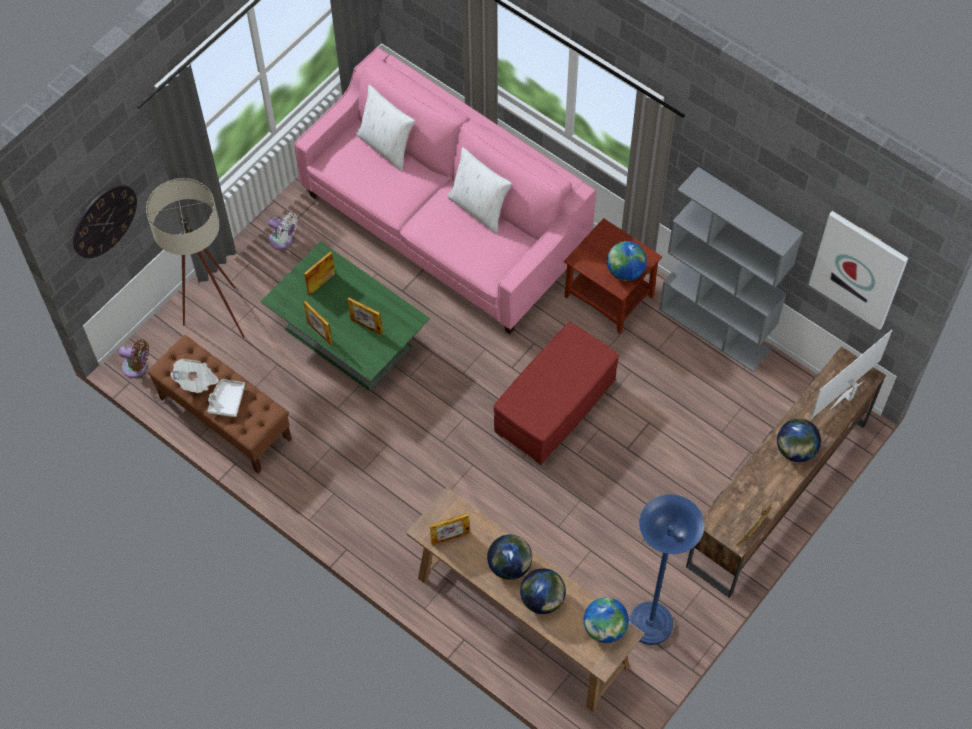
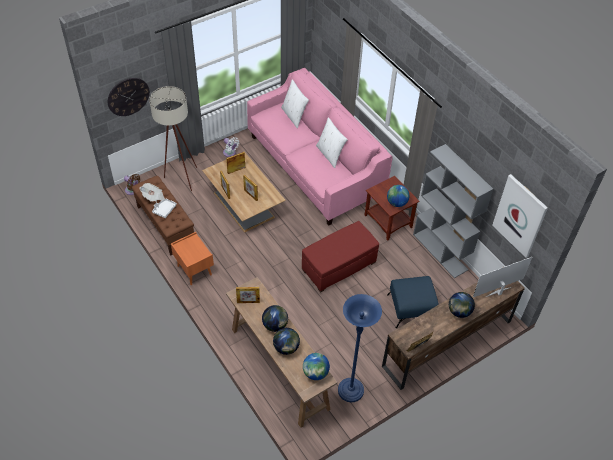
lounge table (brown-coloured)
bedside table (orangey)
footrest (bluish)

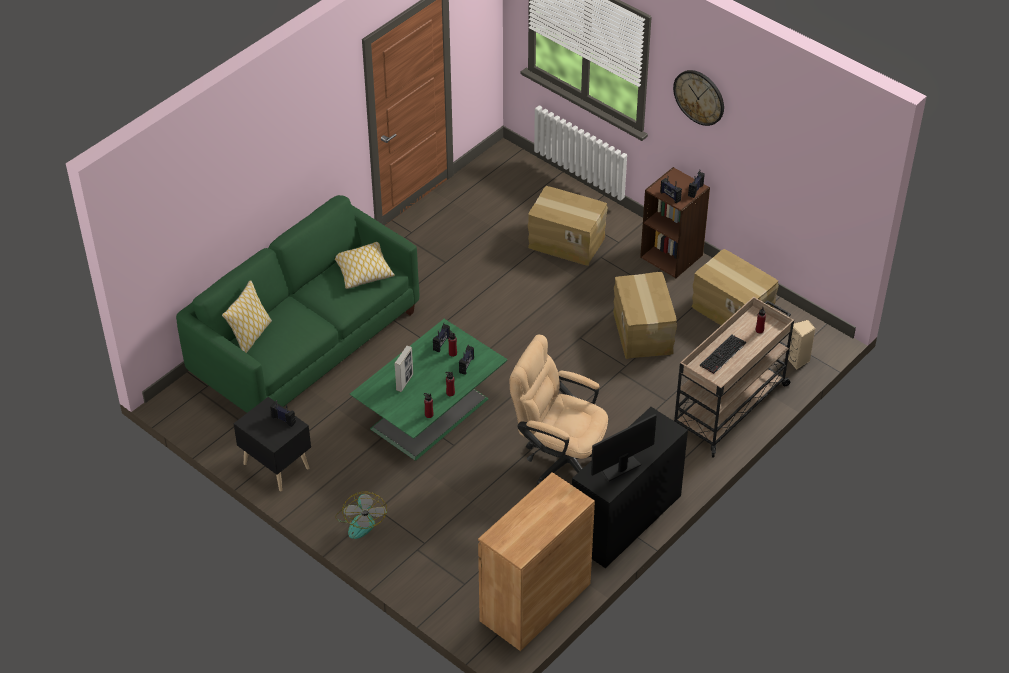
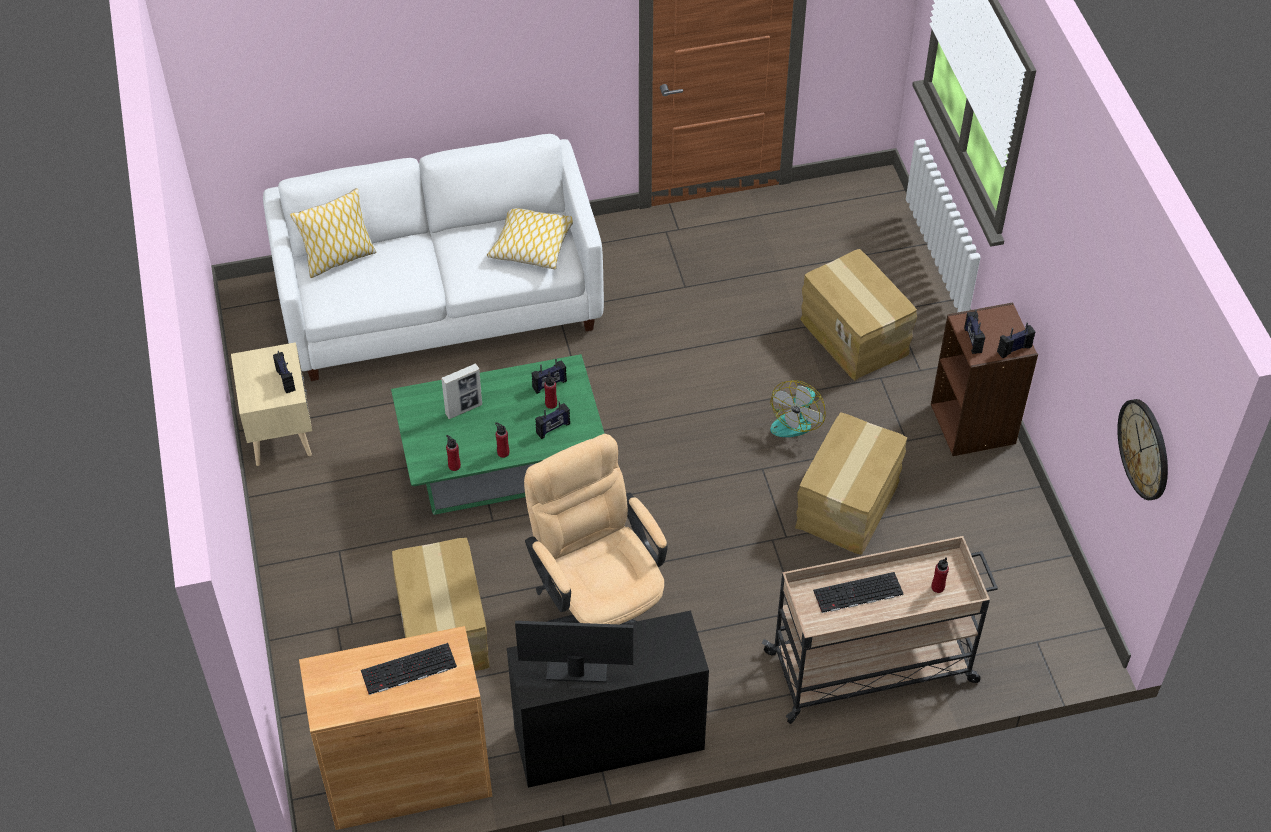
wall clock
sofa (white-coloured)
cardboard box (no. 1 from left)
audio speaker (sand-coloured)
bedside table (sand-coloured)
cooling fan
computer keyboard (no. 1 from left)

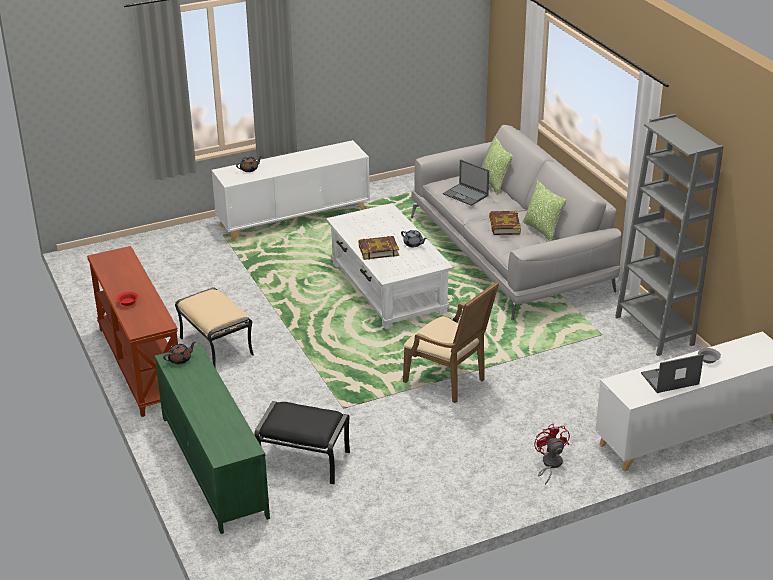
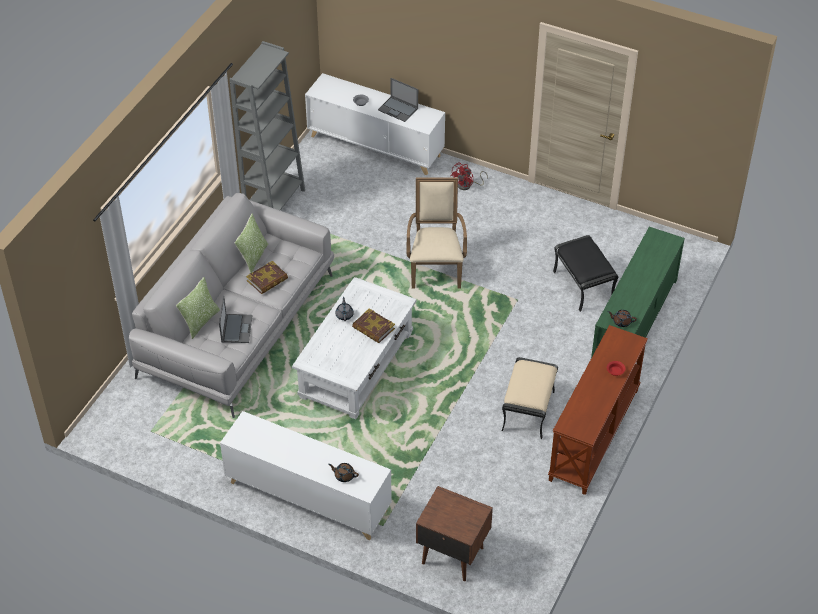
bedside table (brown-coloured)

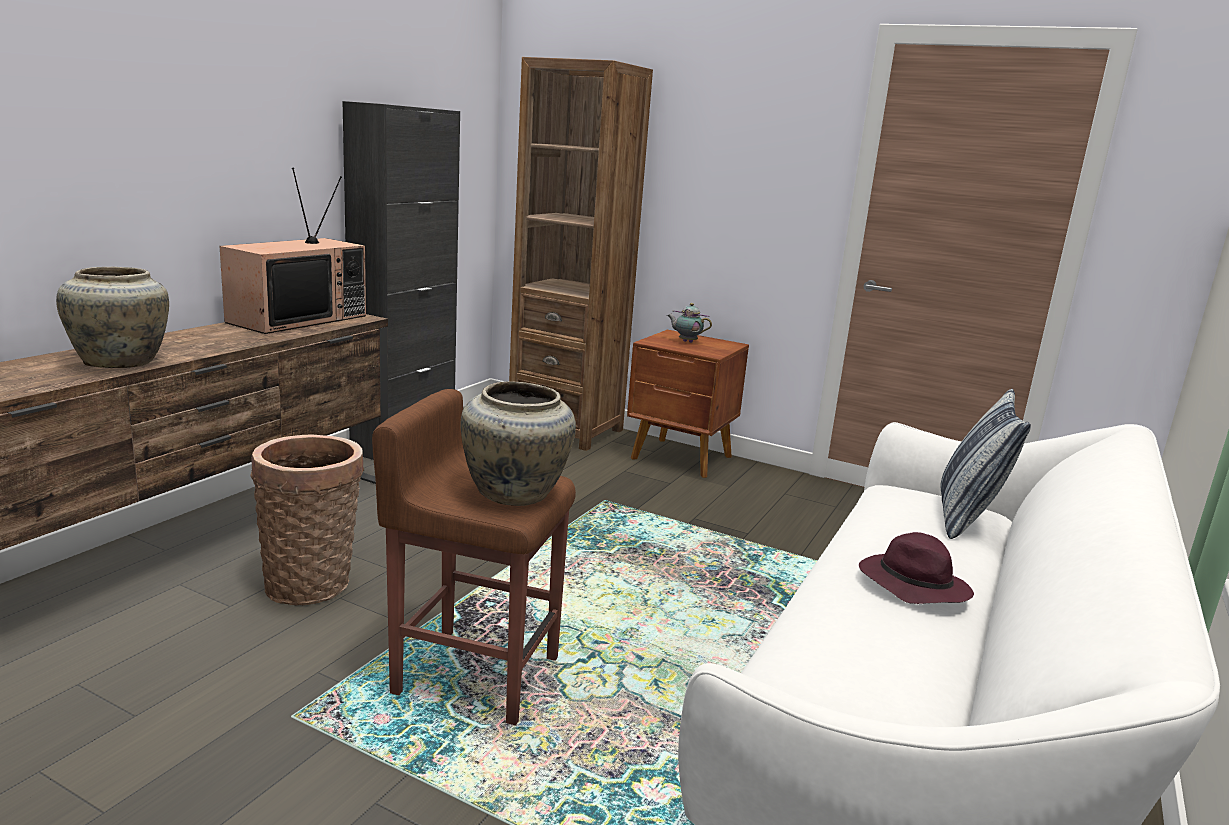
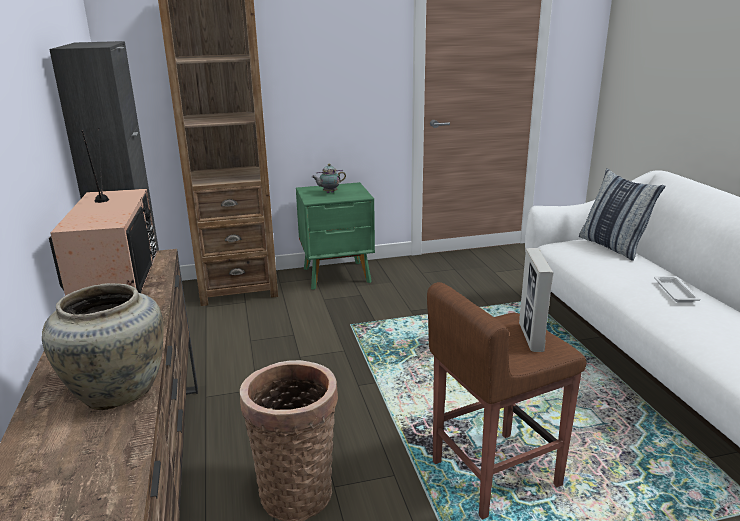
bedside table (greenish)
picture frame
serving tray (white-coloured)

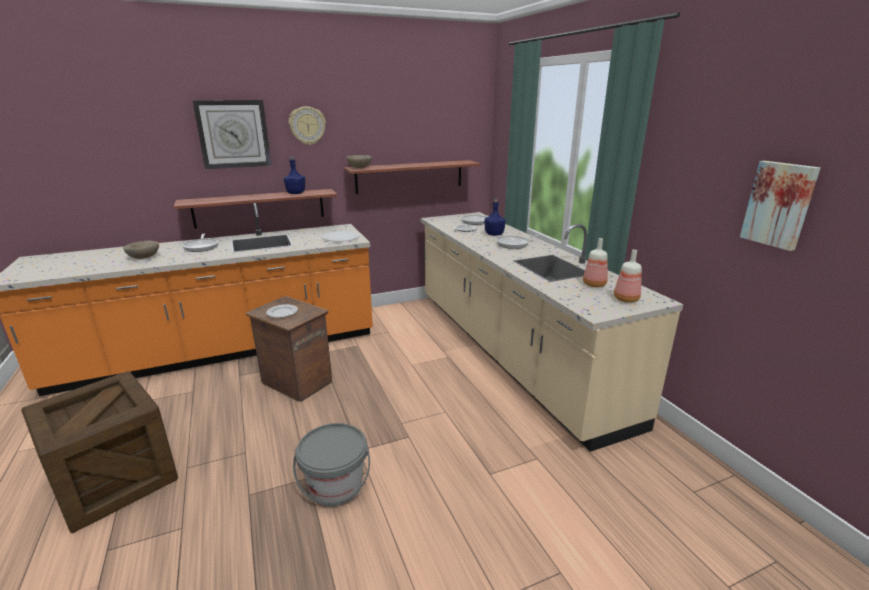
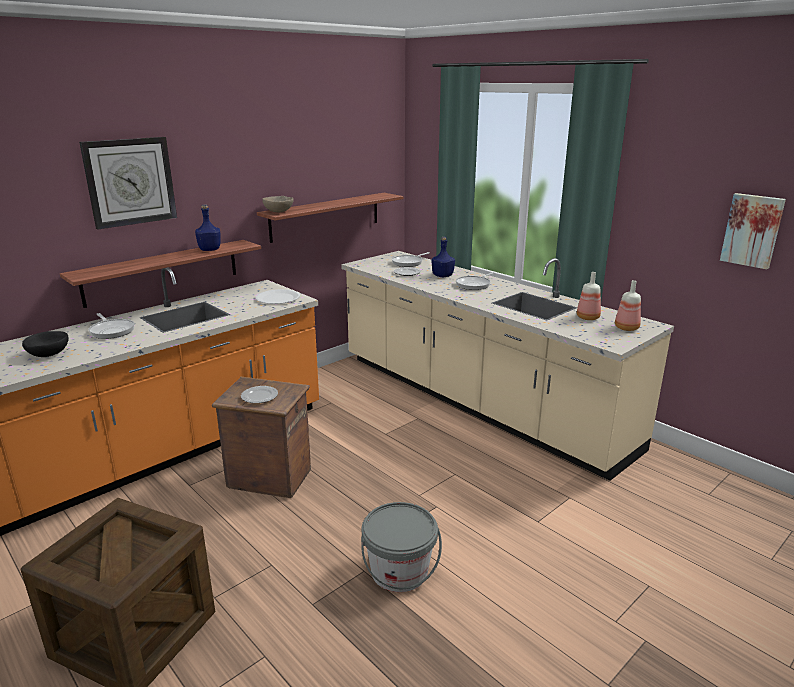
wall clock (no. 2 from left in the first image)
serving bowl (blackish)

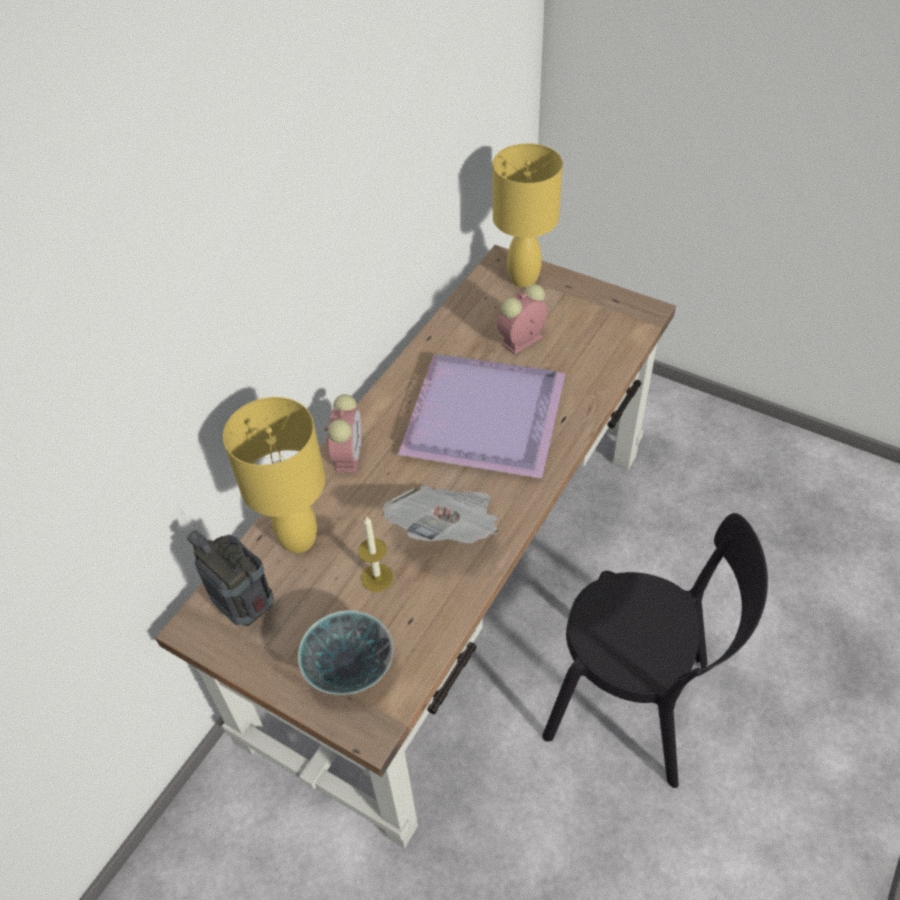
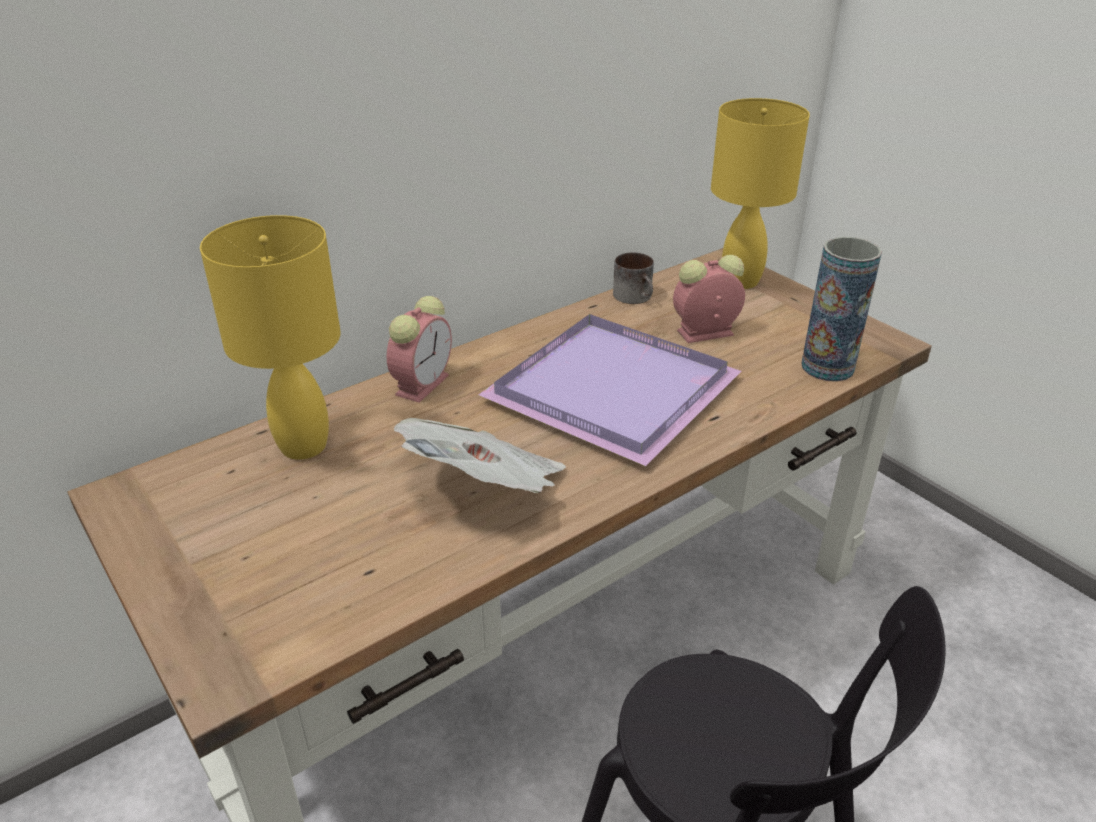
wax candle
radio receiver
serving bowl
decorative vase
mug

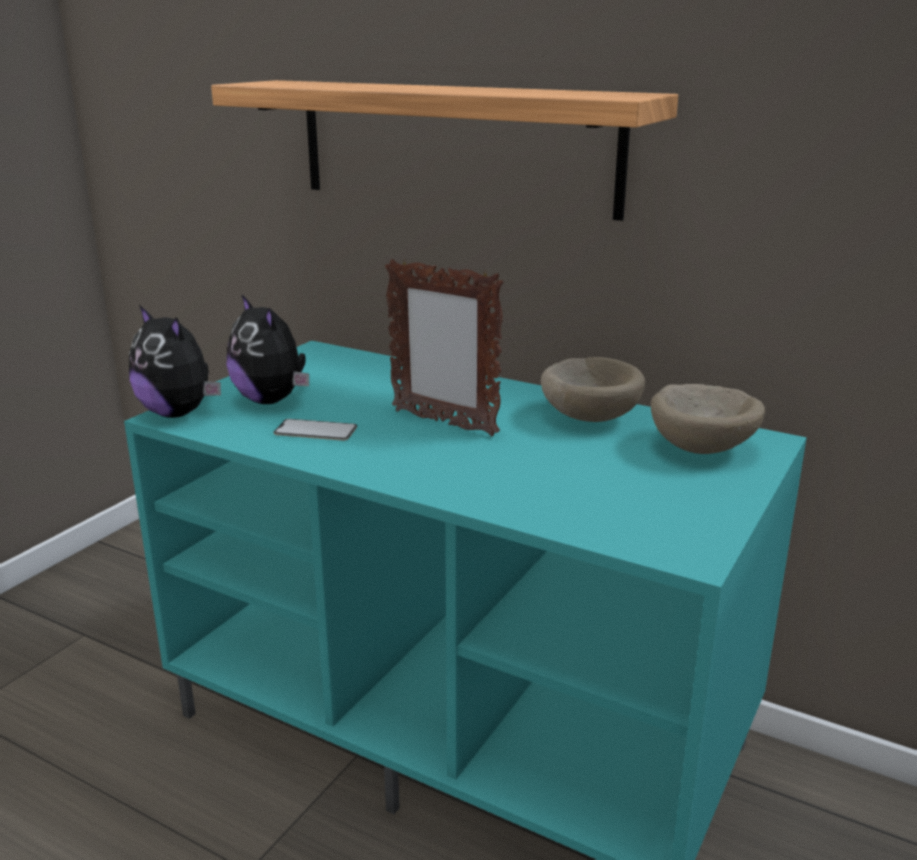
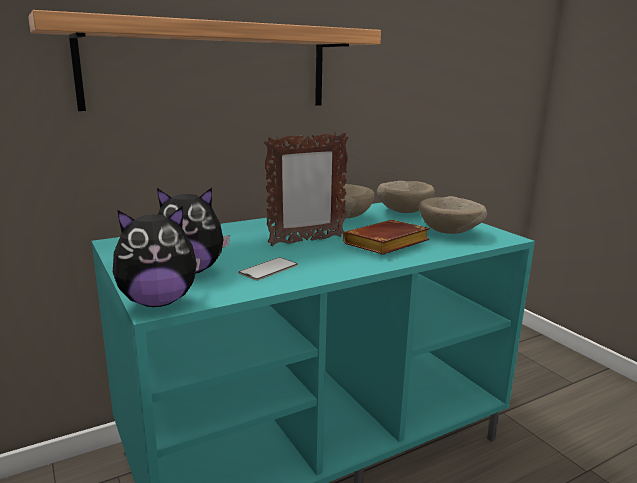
serving bowl (sand-coloured) (no. 3 from left)
volume (brown-coloured)

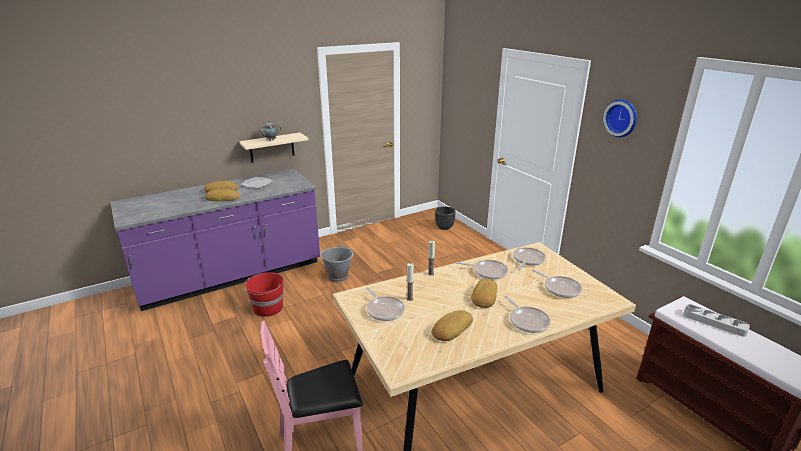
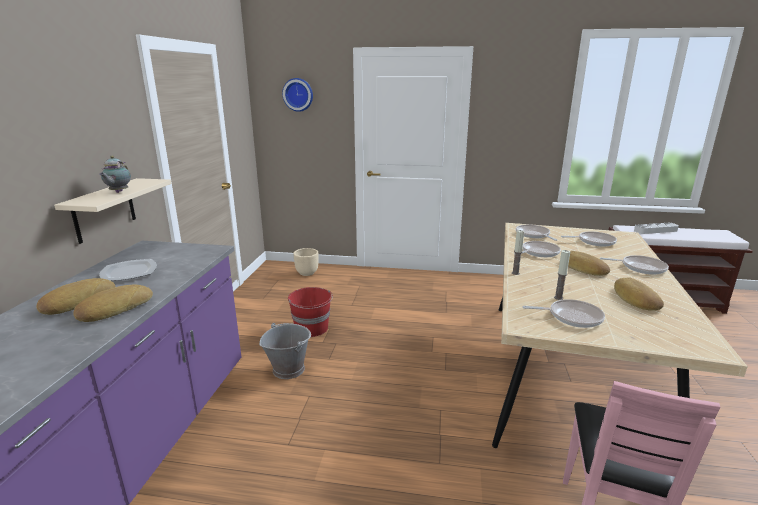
wall clock
flower pot (sand-coloured)
pail (red-coloured)

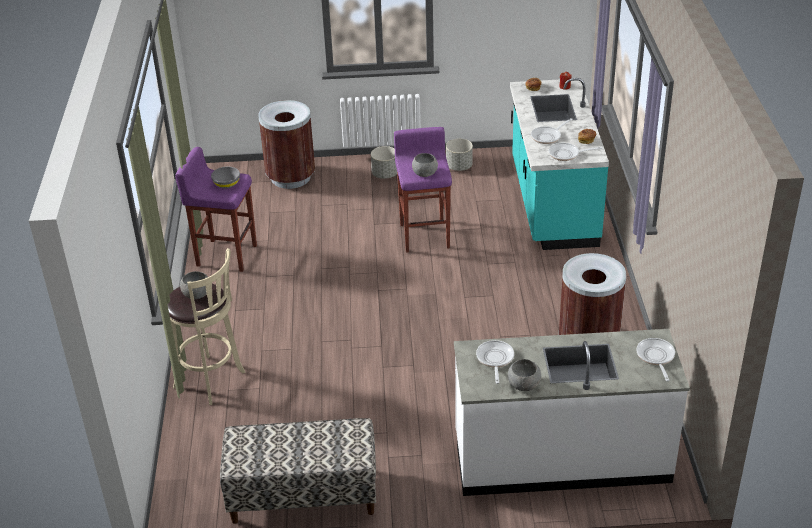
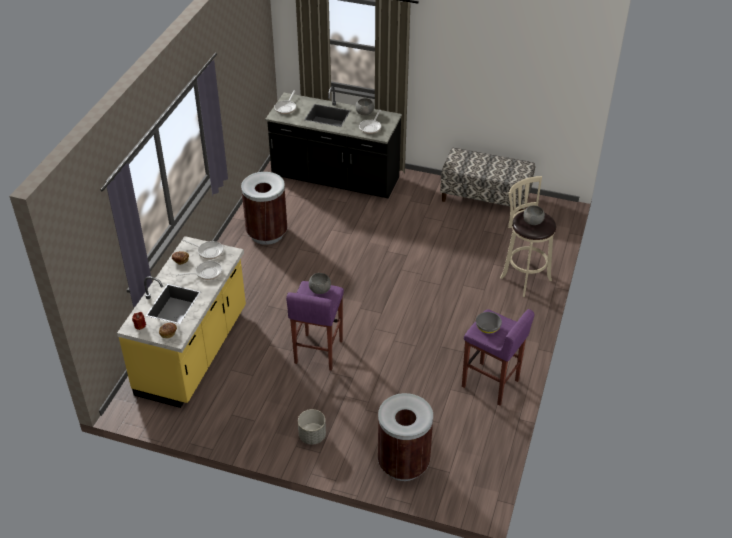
counter (yellowish)
flower pot (gray) (no. 2 from left in the first image)
counter (blackish)

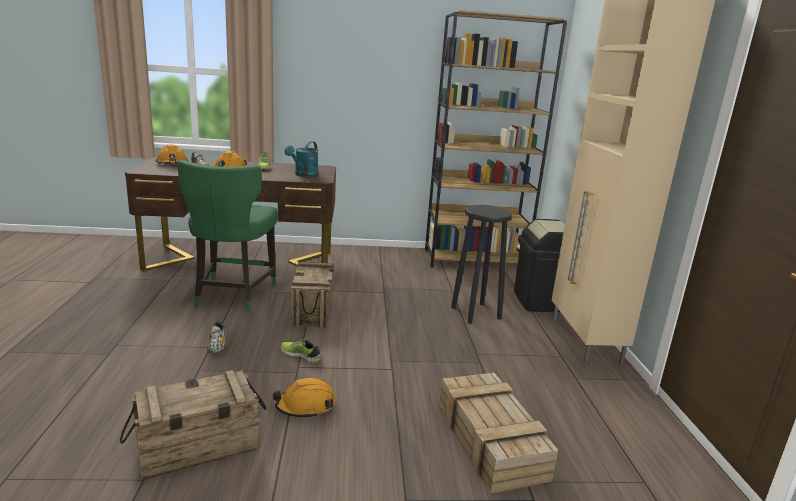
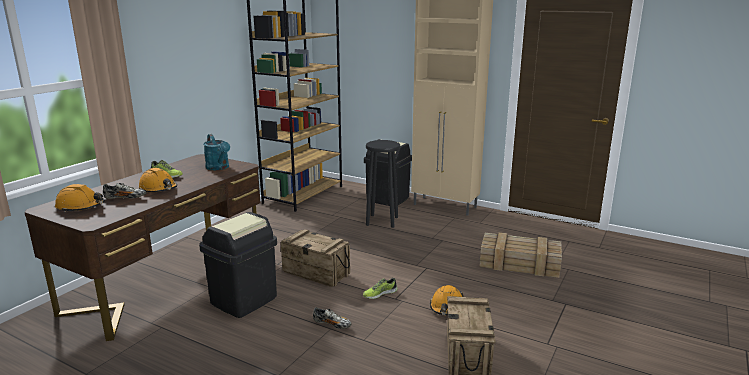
trash can (blackish) (no. 1 from left)

